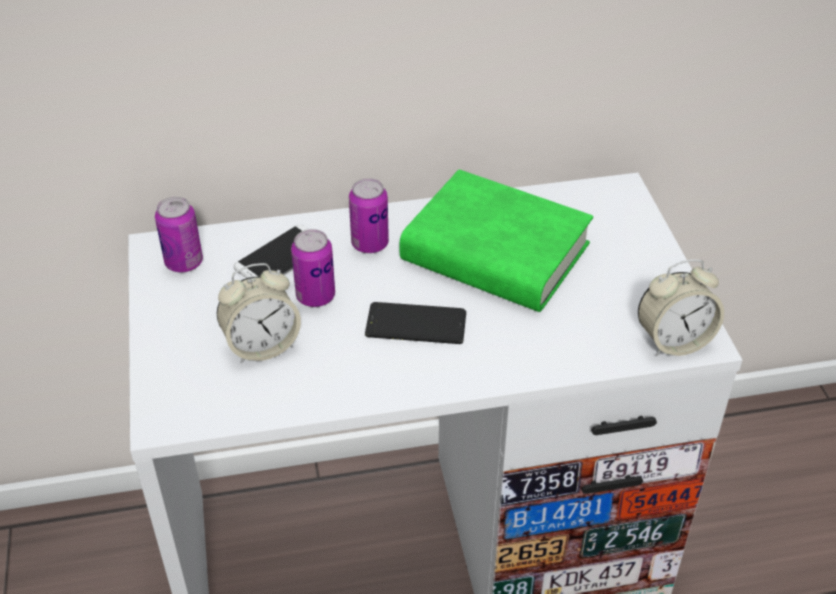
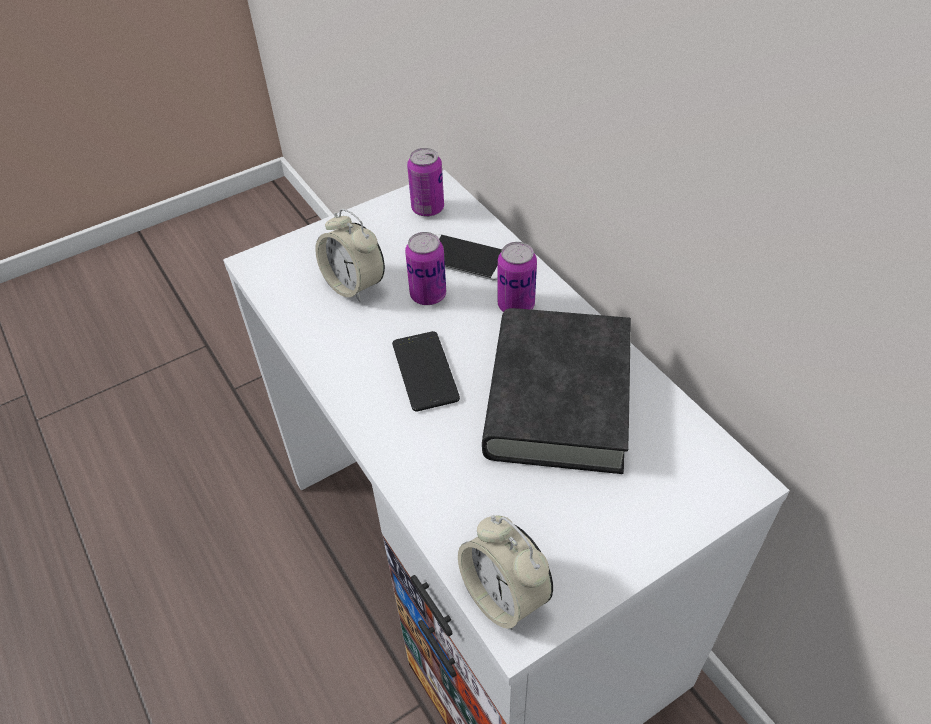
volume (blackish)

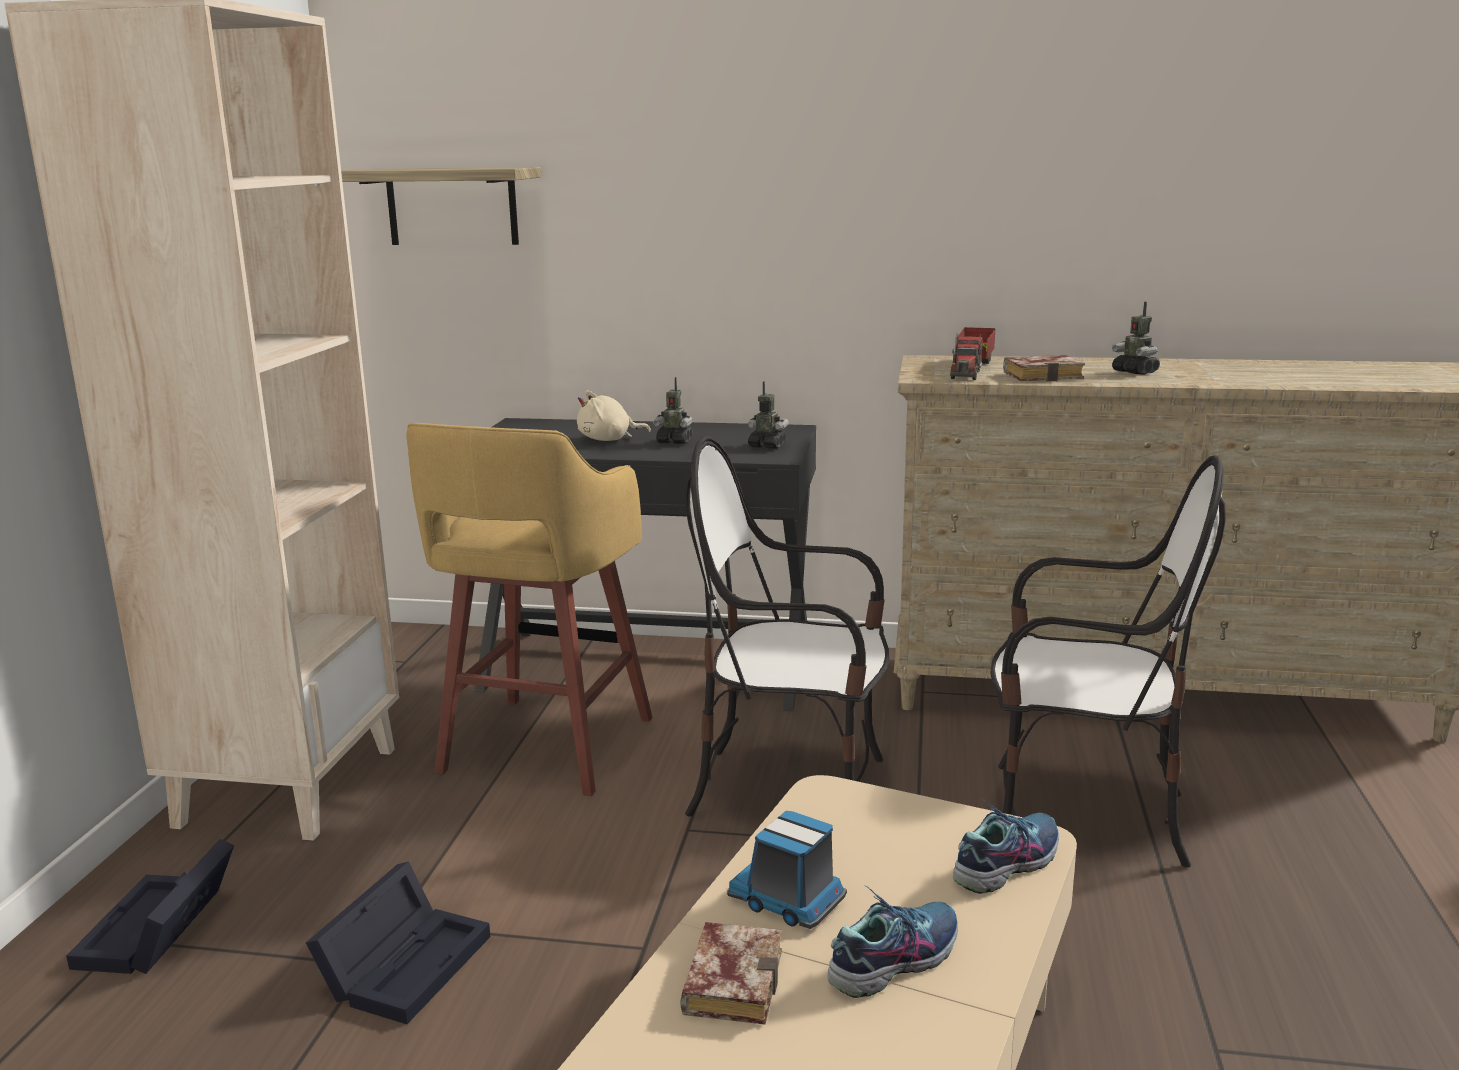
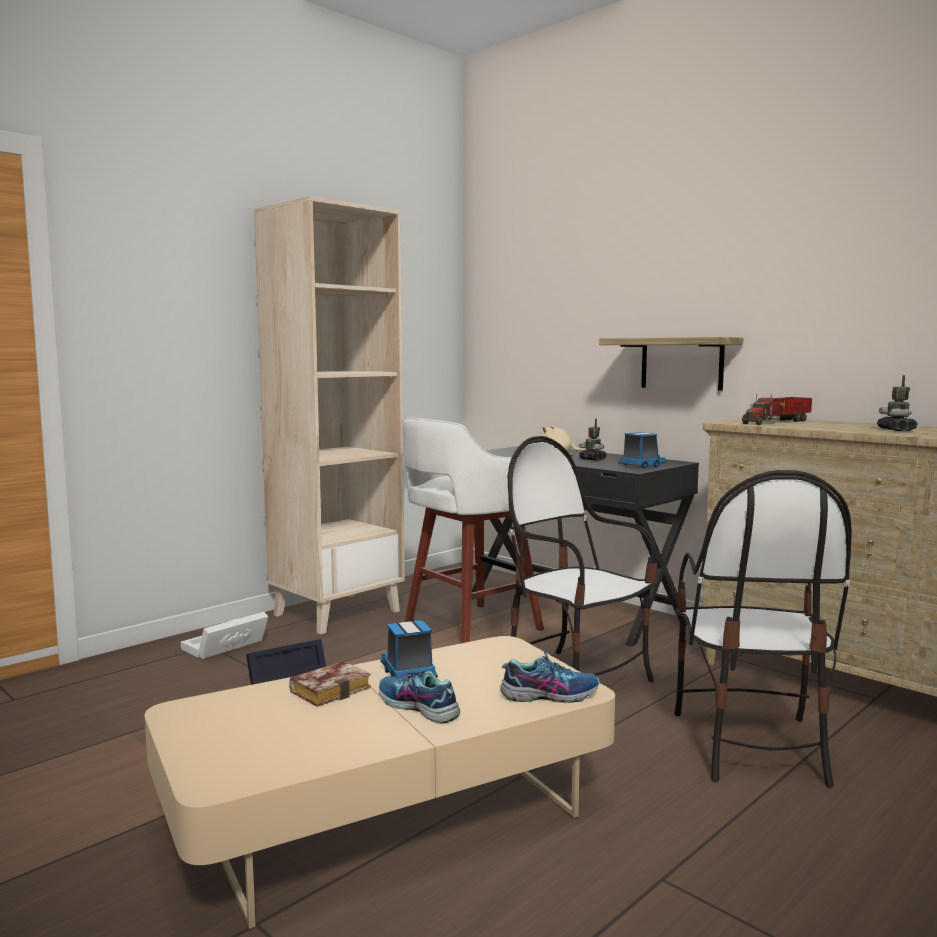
wall shelf
volume (no. 2 from left in the first image)
toy truck (no. 2 from left)
stool (white-coloured)
chair (no. 2 from left)
storage bin (white-coloured)
item of footwear (no. 1 from left)

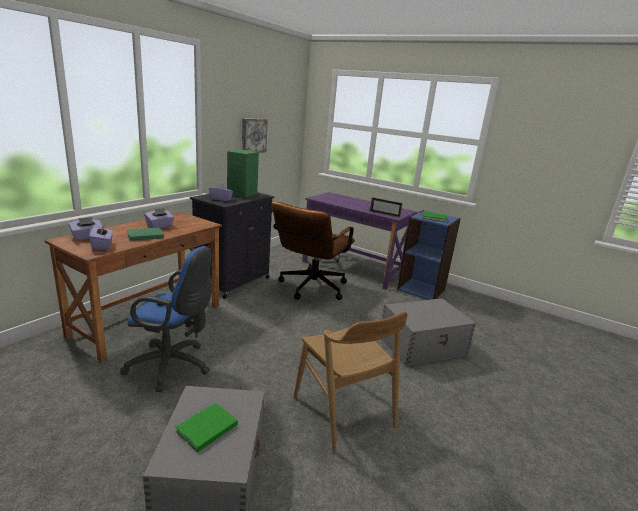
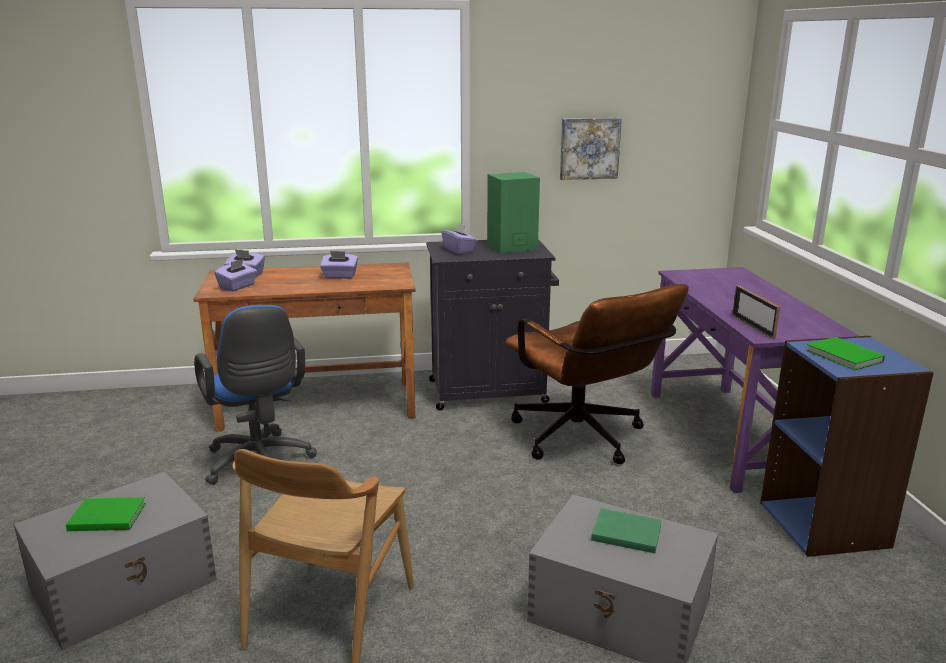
computer chair (brown-coloured)
volume (greenish) (no. 2 from left)

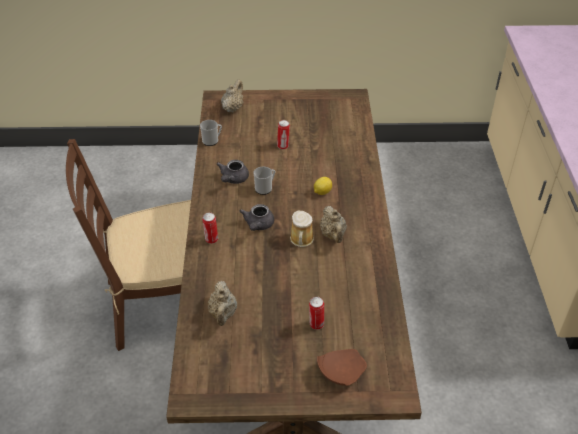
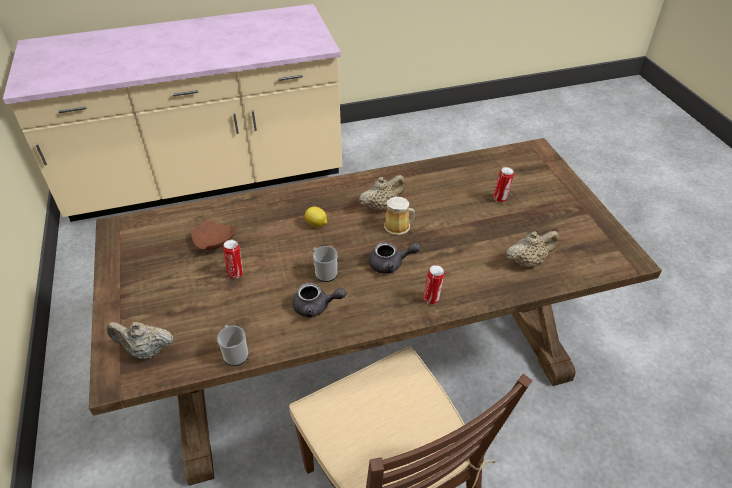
dinner plate (brown-coloured)

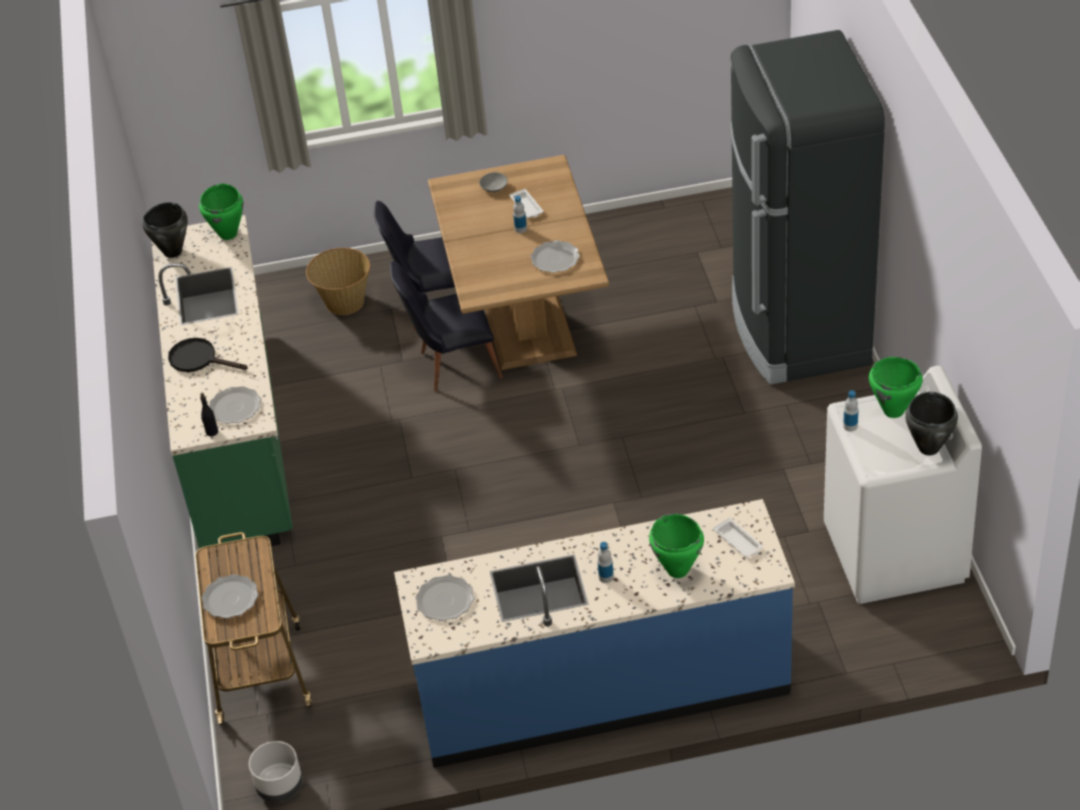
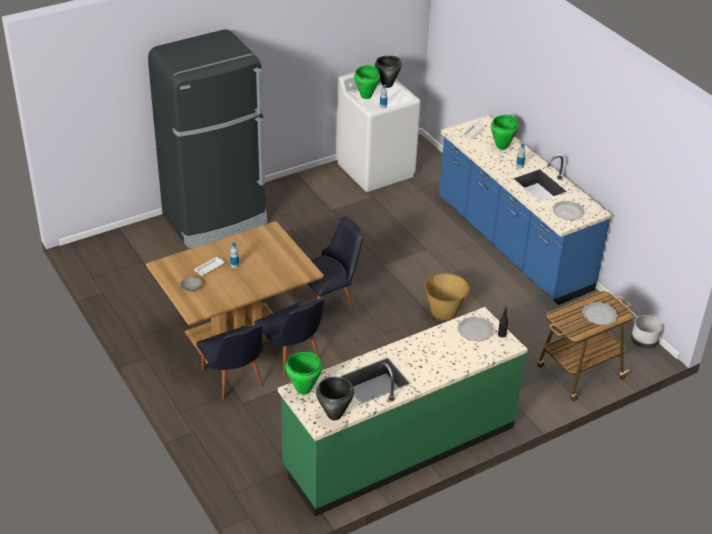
dinner plate (no. 4 from left in the first image)
storage basket
pan (blackish)
chair (blackish) (no. 3 from left)

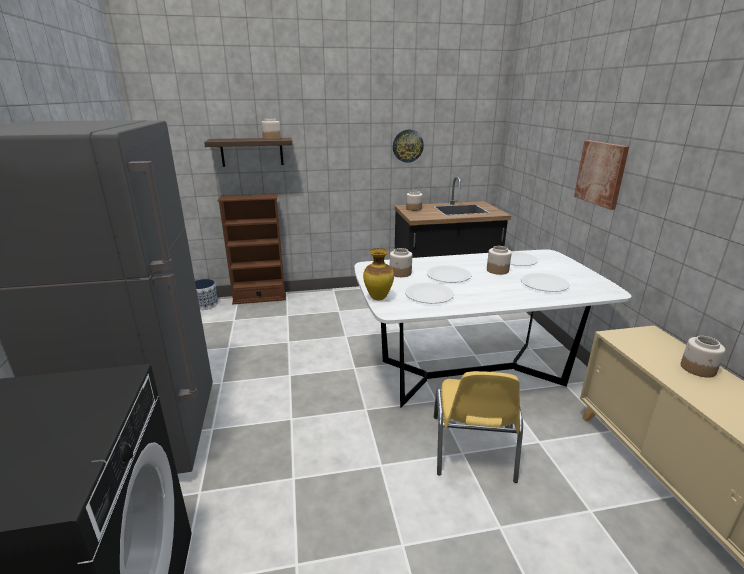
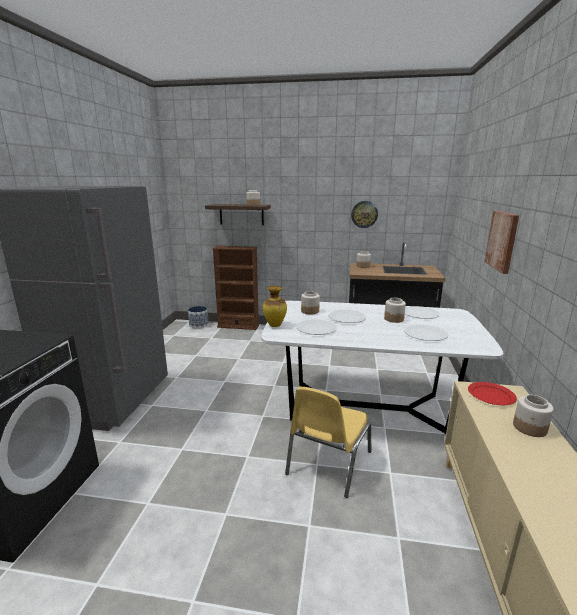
dinner plate (red-coloured)

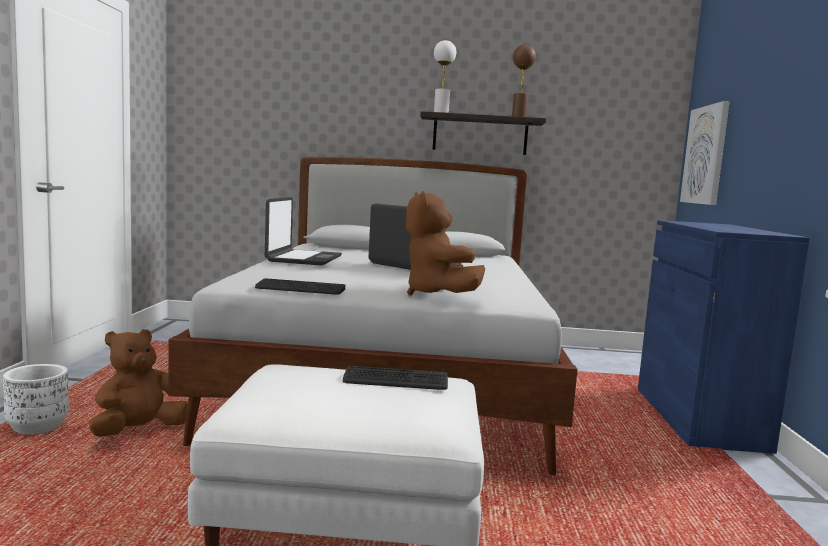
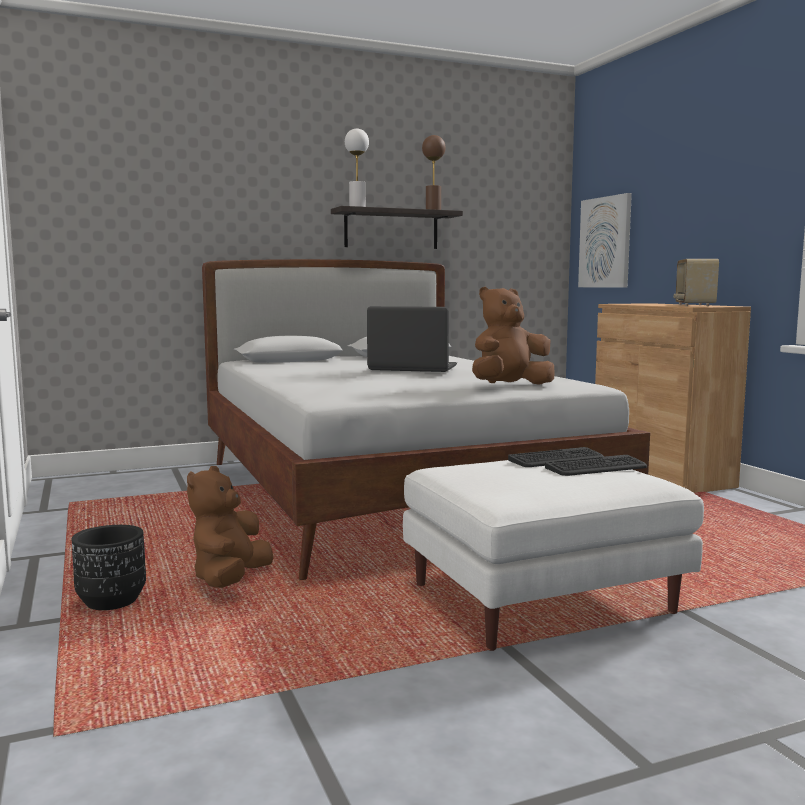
plush toy (brown-coloured) (no. 2 from left)
portable computer (no. 1 from left in the first image)
cabinet (brown-coloured)
computer keyboard (no. 2 from left)
flower pot (blackish)
radio receiver

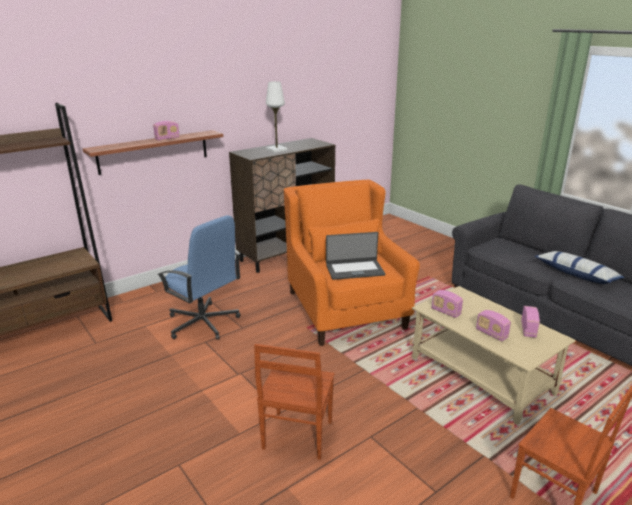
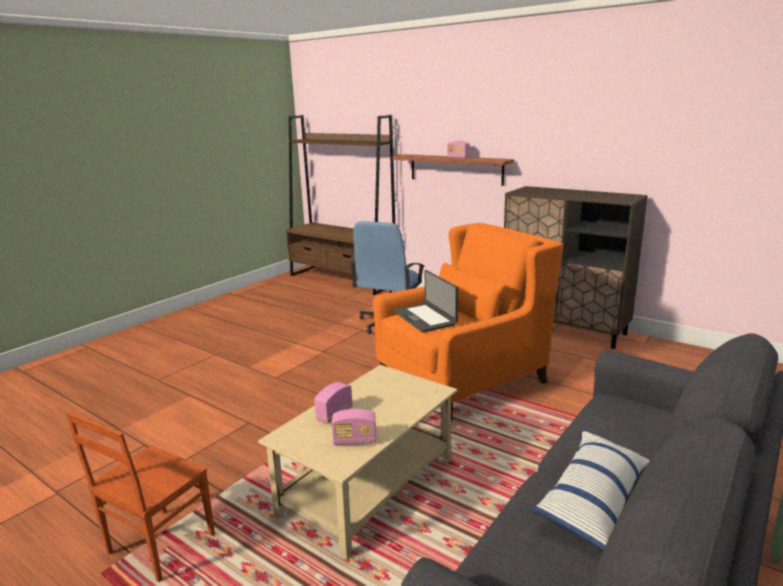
lamp for a table (white-coloured)
radio receiver (no. 2 from left in the first image)
chair (brown-coloured) (no. 1 from left in the first image)

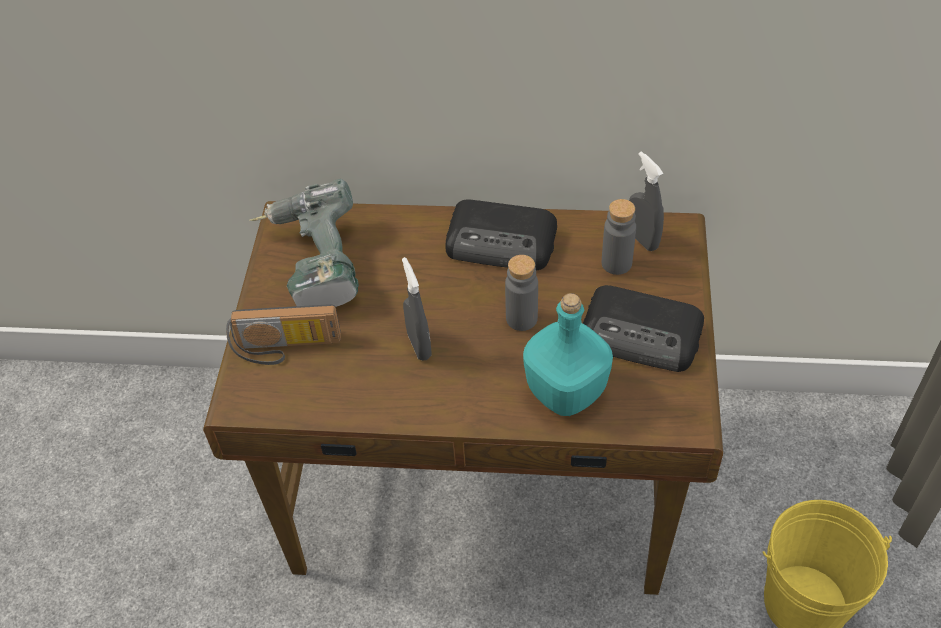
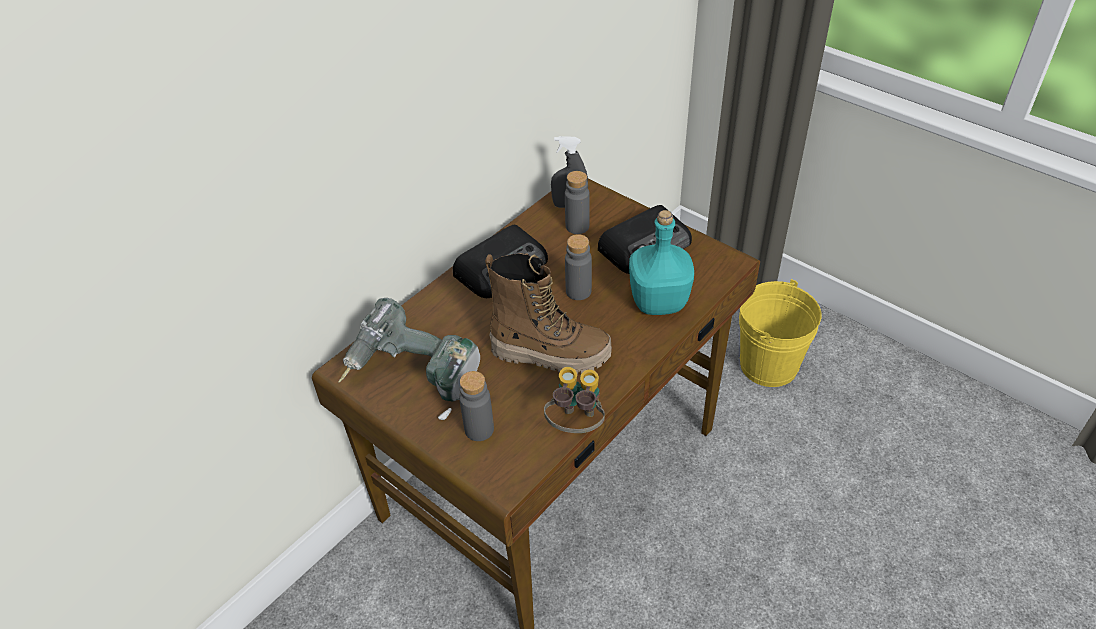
tall boot
bottle (gray) (no. 1 from left)
pair of binoculars

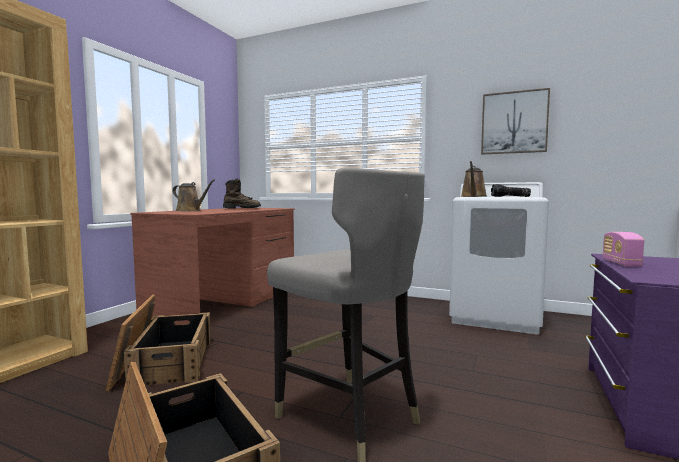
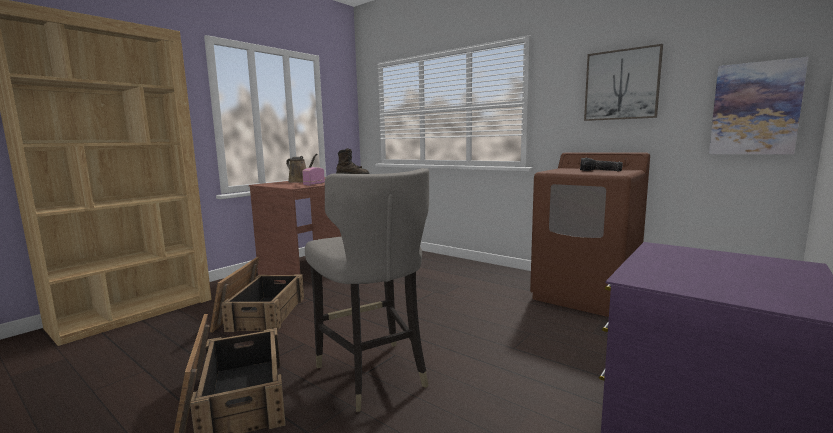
watering pot (brown-coloured) (no. 2 from left in the first image)
washing machine (brown-coloured)
radio receiver
picture (no. 2 from left)

